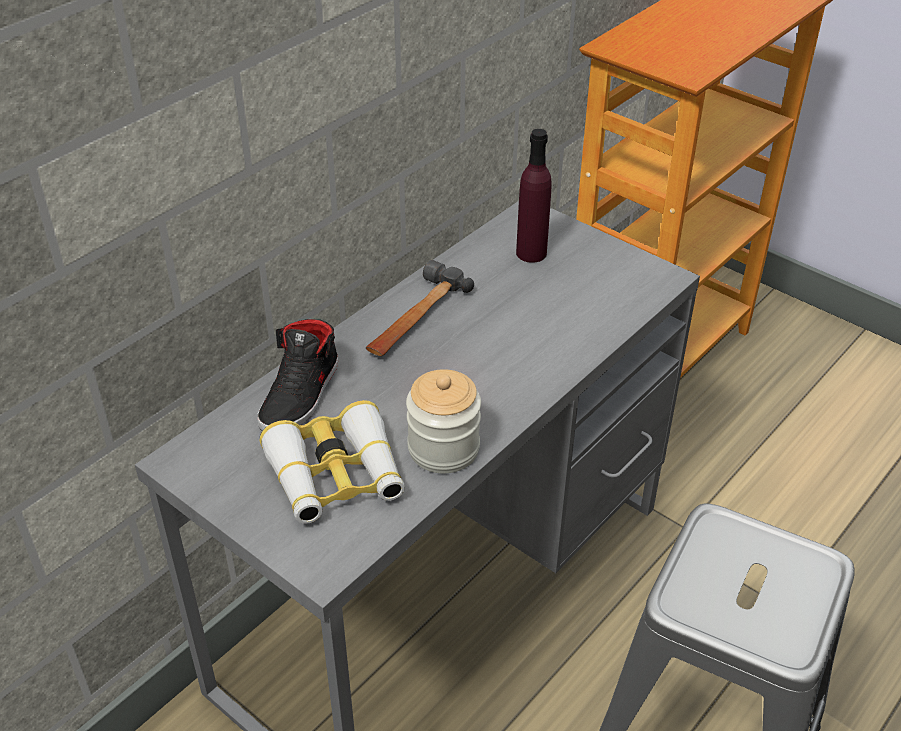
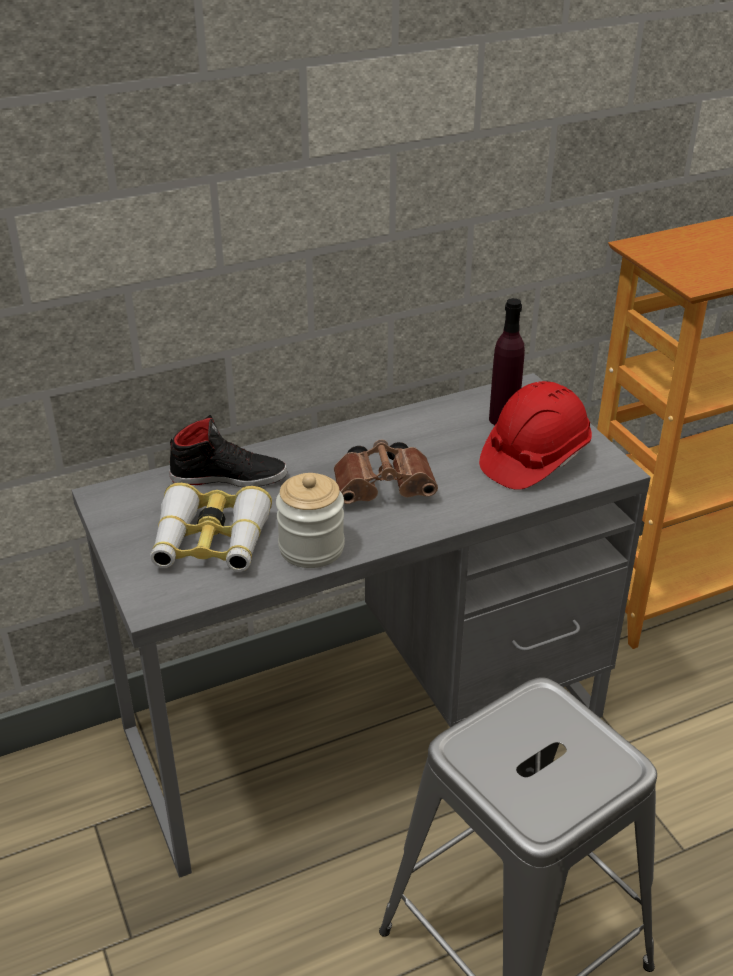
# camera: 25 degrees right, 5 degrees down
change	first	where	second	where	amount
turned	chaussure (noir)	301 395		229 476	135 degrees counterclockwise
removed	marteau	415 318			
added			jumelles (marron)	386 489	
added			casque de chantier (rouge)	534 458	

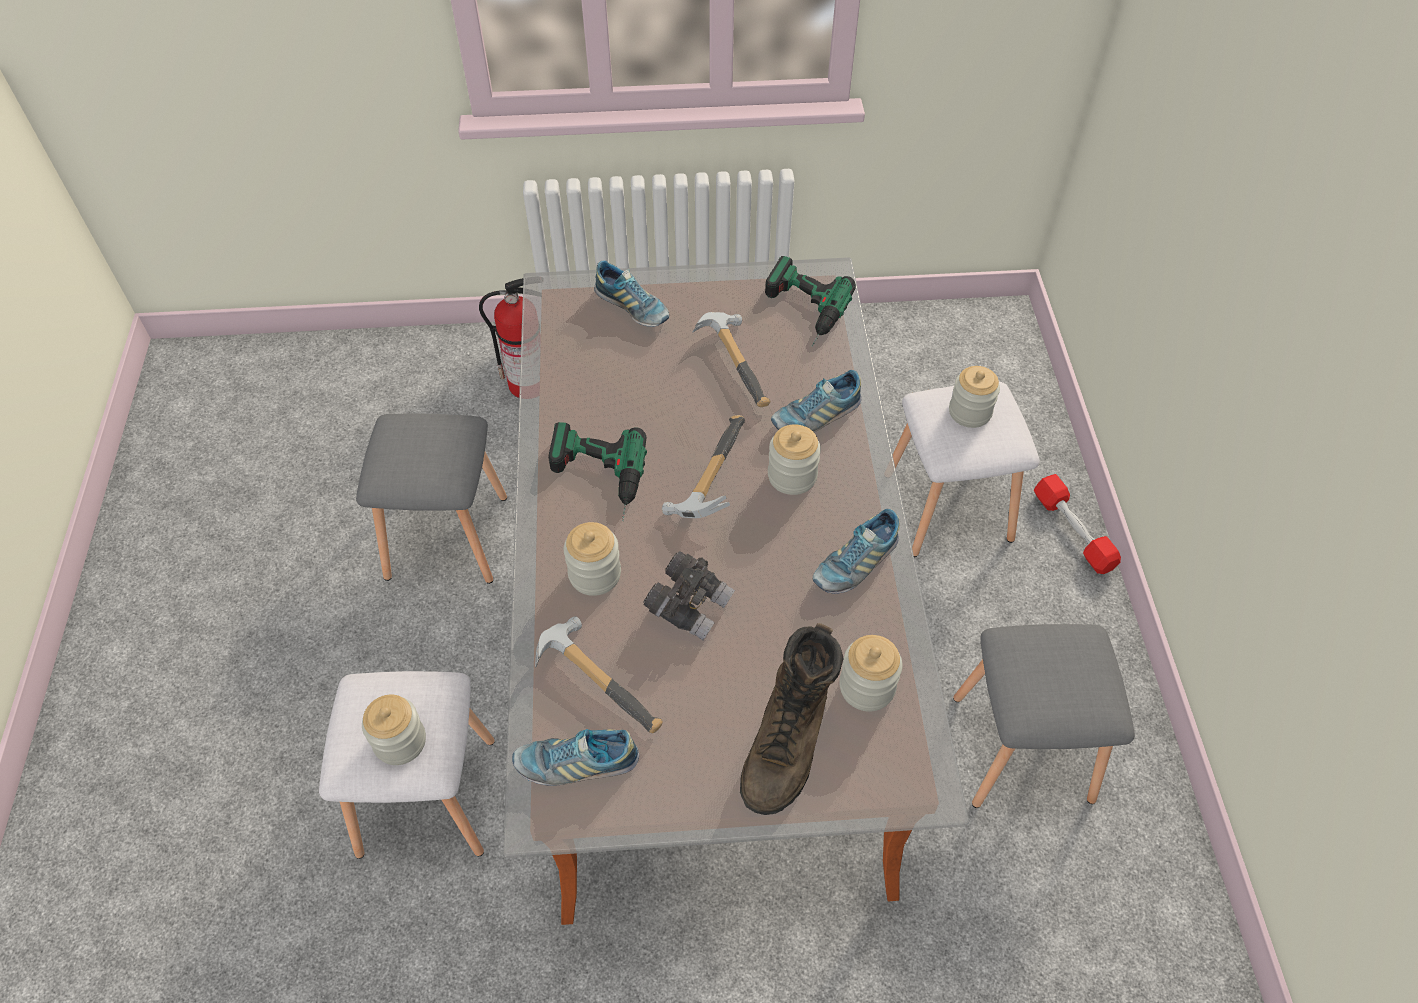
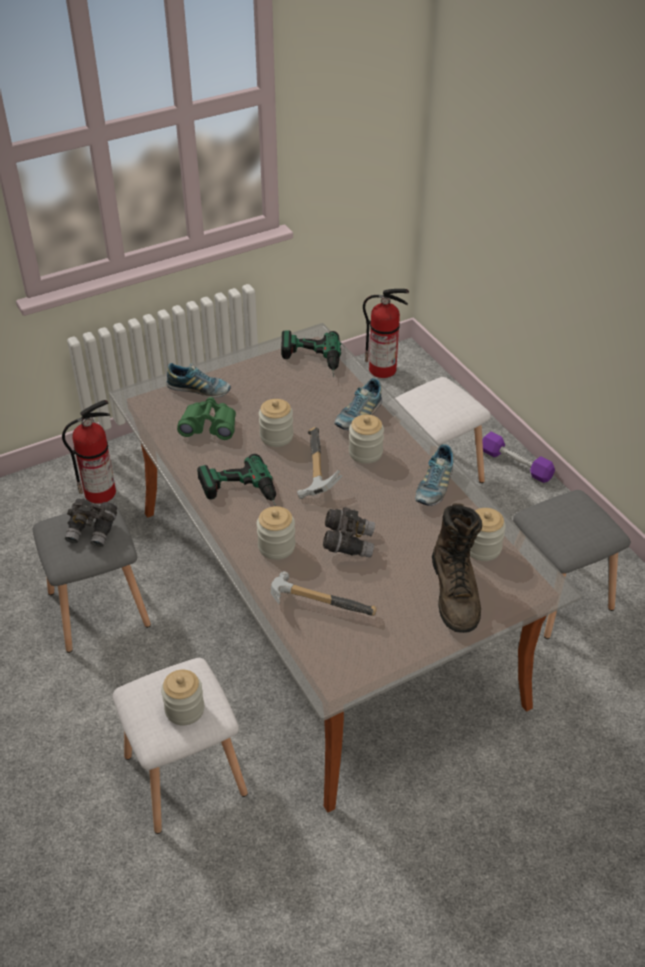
# camera: 25 degrees left, 10 degrees down
change	first	where	second	where	amount
removed	chaussure	577 763			
removed	marteau	739 362			
moved	bocal	970 412		276 436	
recoloured	haltère (rouge)	1072 531	haltère (violet)	516 464	
added			jumelles (gris)	93 531	
added			jumelles (vert)	209 426	
added			extincteur	383 369	

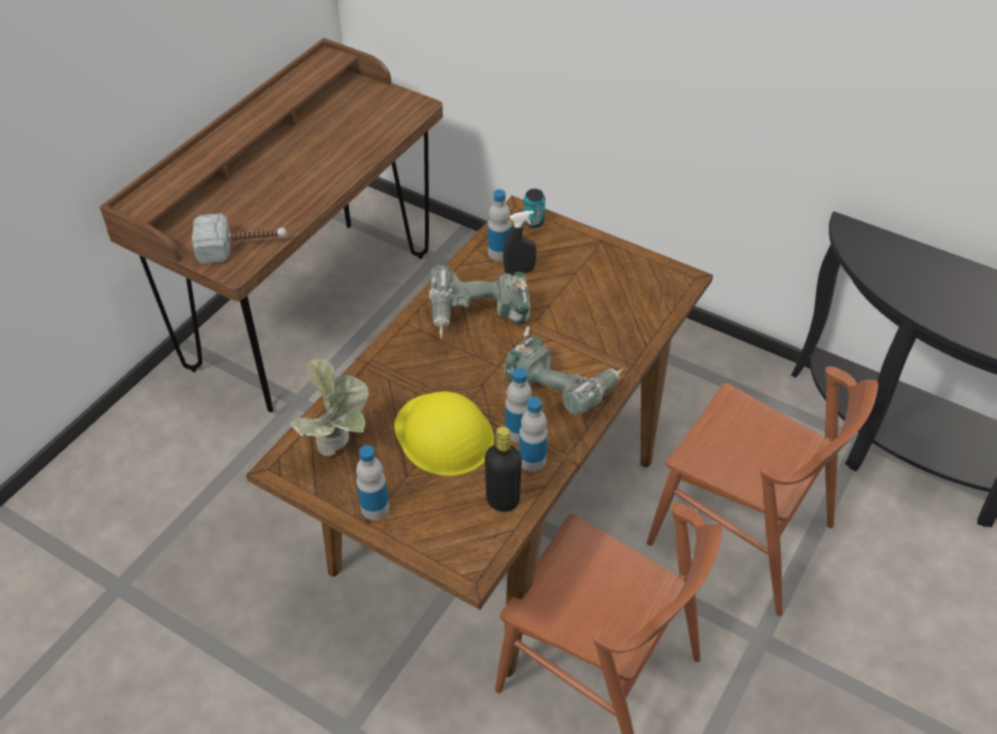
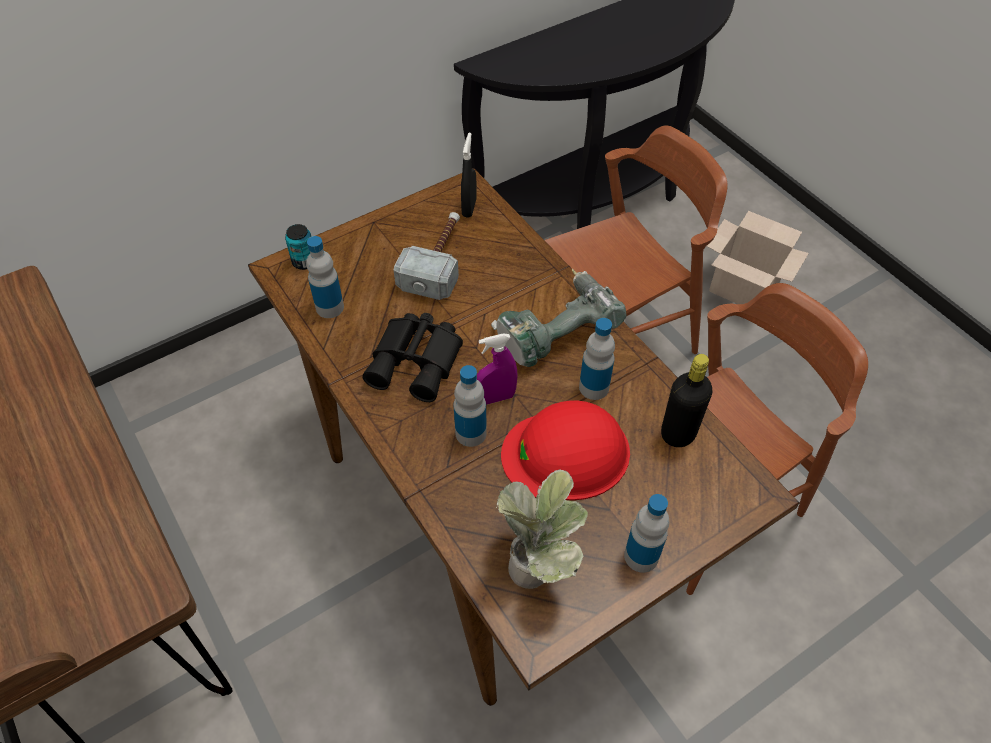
# camera: 65 degrees left, 5 degrees up
change	first	where	second	where	amount
moved	marteau	242 246		438 261	
recoloured	casque de chantier (jaune)	444 434	casque de chantier (rouge)	566 453	
replaced	perceuse	479 319	jumelles (noir)	418 361	
moved	vaporisateur (noir)	519 271		469 208	
moved	bouteille	532 460		471 433	
added			vaporisateur (violet)	495 398	
added			carton	745 288	

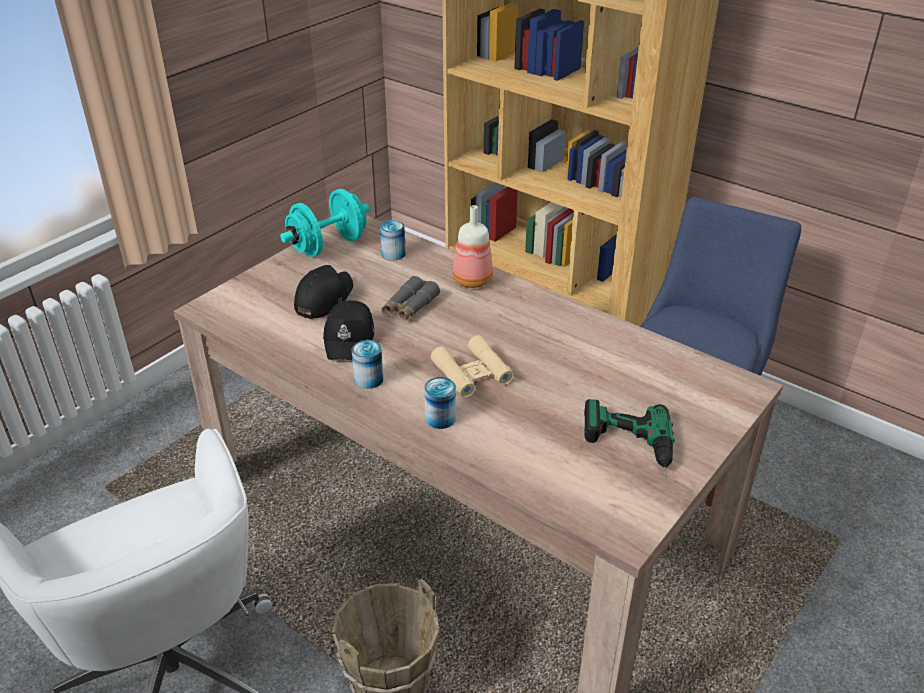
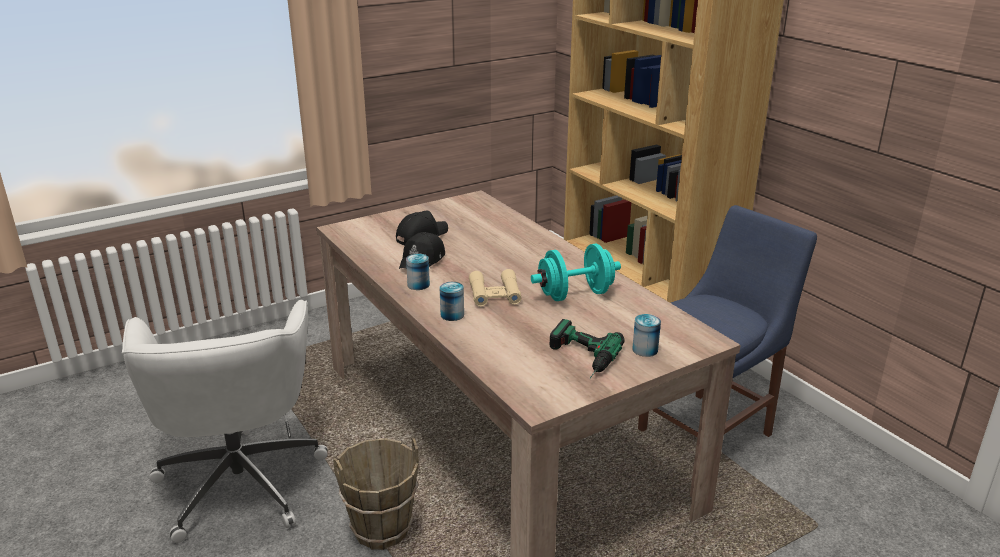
# camera: 20 degrees right, 10 degrees down
change	first	where	second	where	amount
moved	haltère (turquoise)	328 245		575 294	
moved	boîte métallique	393 254		645 349	
removed	jumelles (gris)	410 306			
removed	bouteille	471 281			

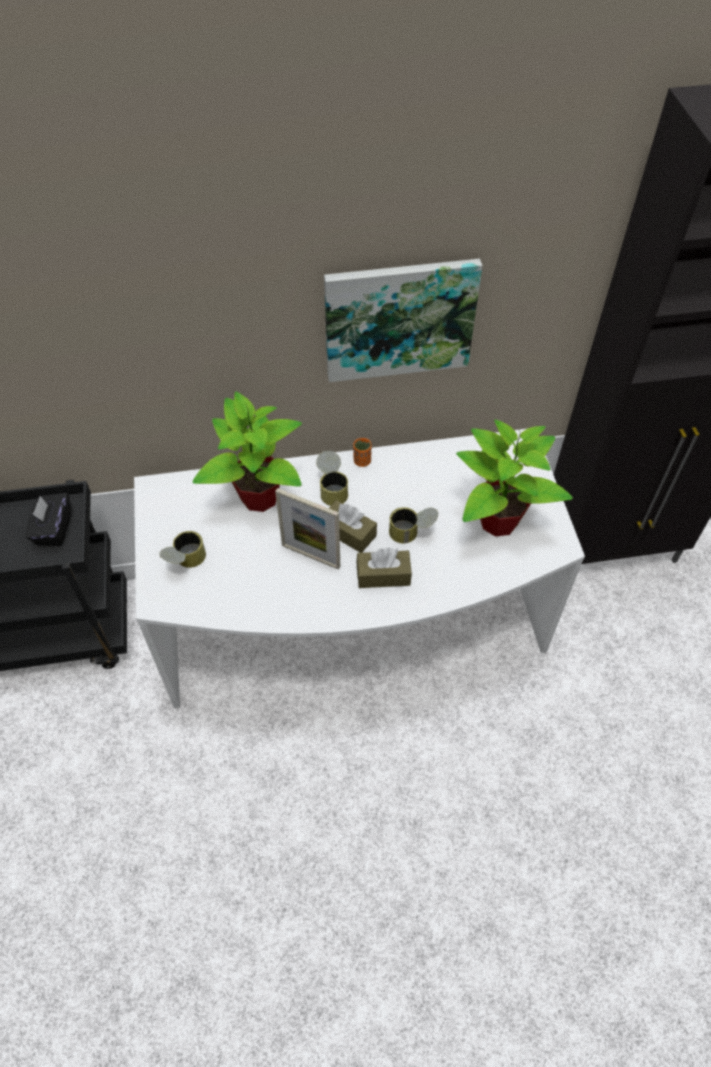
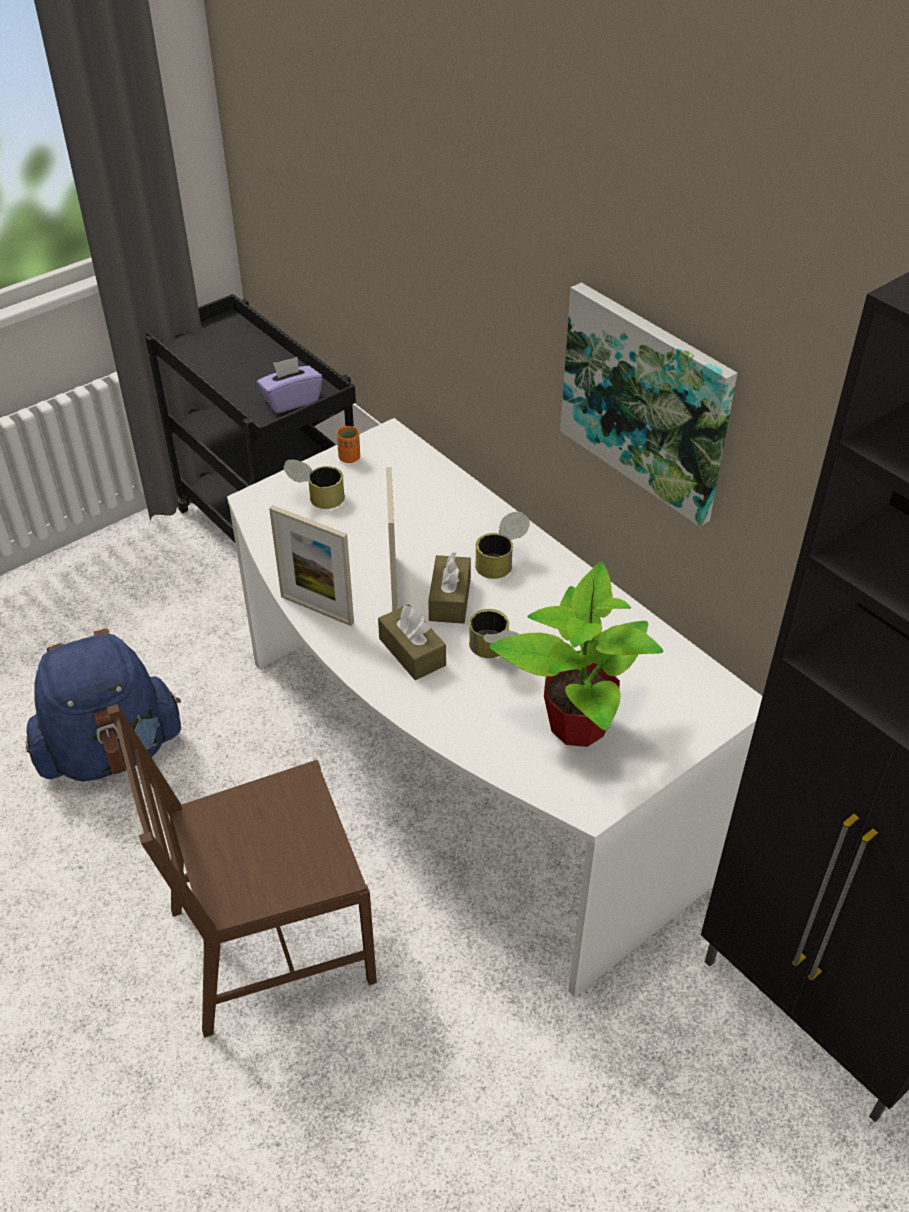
# camera: 60 degrees right, 10 degrees down
change	first	where	second	where	amount
recoloured	boîte à mouchoirs (noir)	53 529	boîte à mouchoirs (violet)	291 401	
removed	plante en pot	258 497			
moved	tasse (orange)	362 461		349 458	
added			sac à dos (bleu)	112 752	
added			chaise (marron)	269 944	
added			cadre photo	317 609	

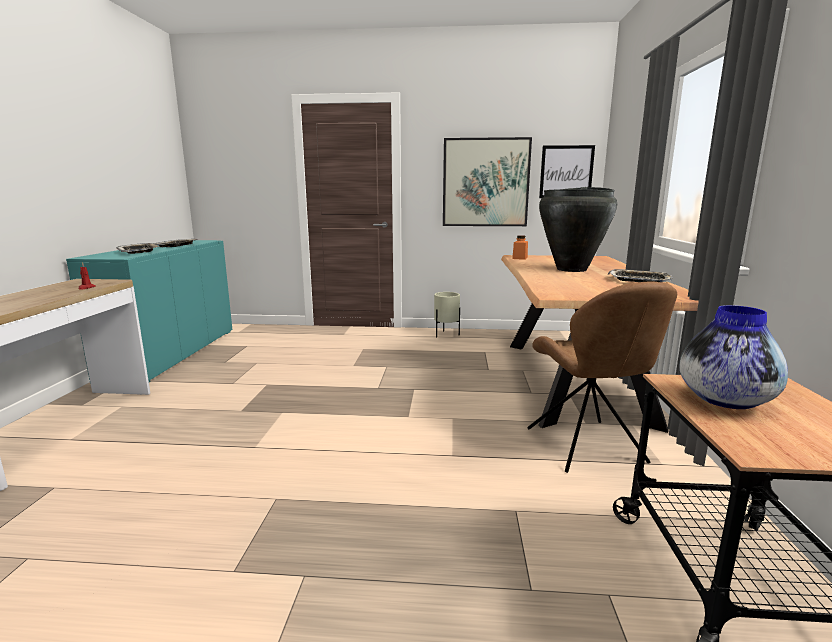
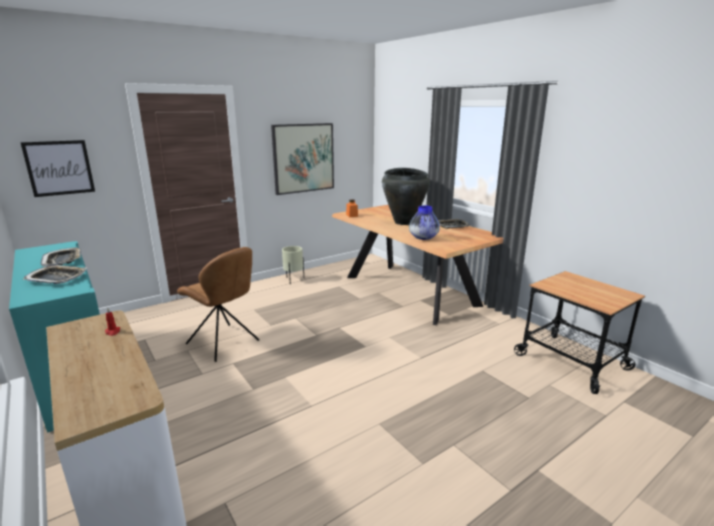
# camera: 40 degrees left, 5 degrees up
change	first	where	second	where	amount
moved	chaise (marron)	586 447		224 343	
moved	tableau	566 172		59 168	
moved	vase	725 401		423 238	

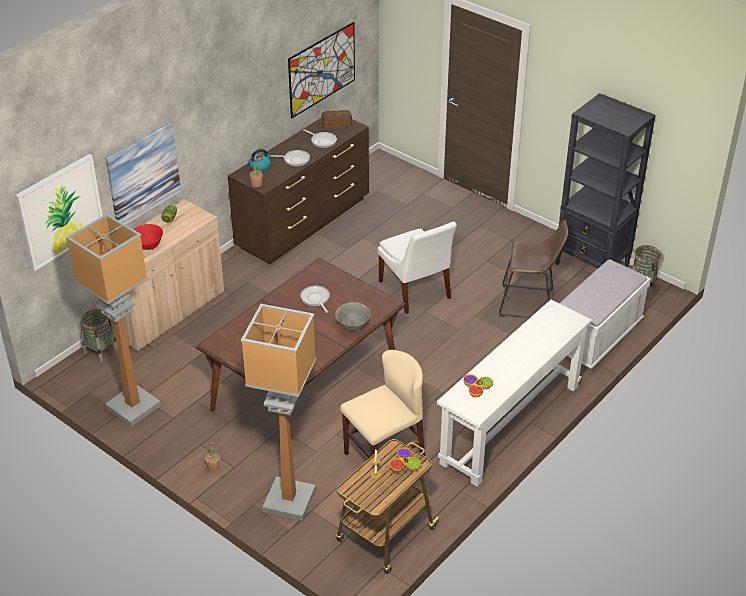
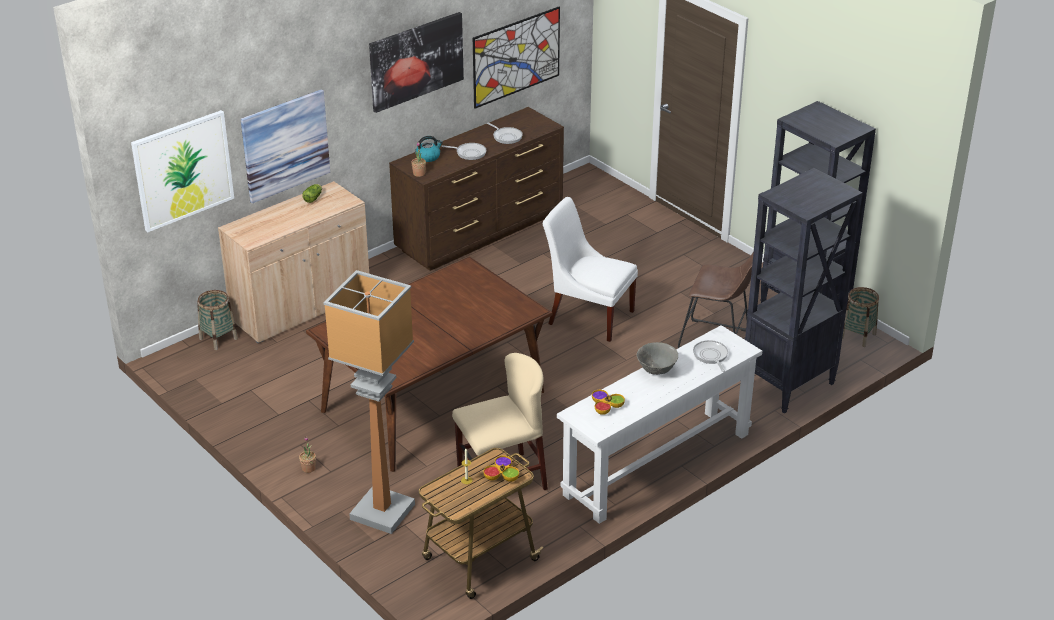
# camera: 10 degrees right, 5 degrees down
change	first	where	second	where	amount
removed	lampadaire	132 407			
removed	bol (rouge)	148 246			
moved	poêle	315 299		711 356	
removed	pain	336 123			
moved	bol (gris)	353 326		656 370	
turned	chaise (blanc)	415 292		588 315	135 degrees clockwise
replaced	banc (blanc)	597 337	bibliothèque (noir)	787 385	
added			tableau	416 61	

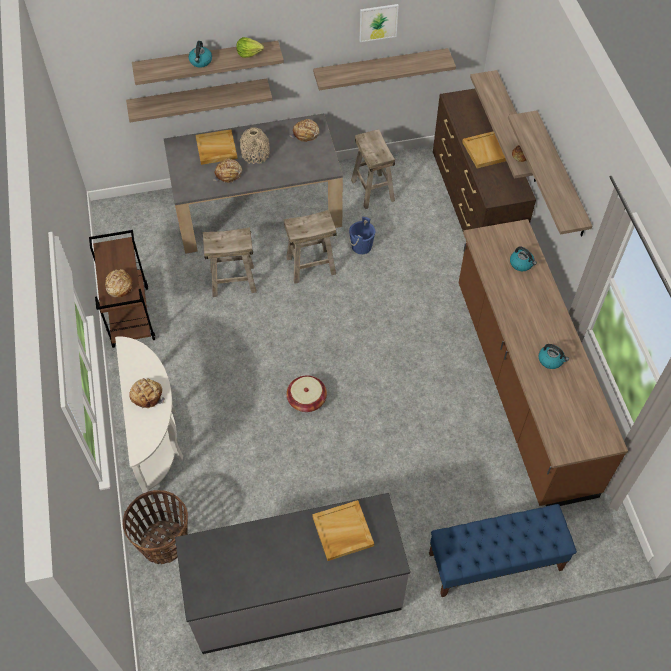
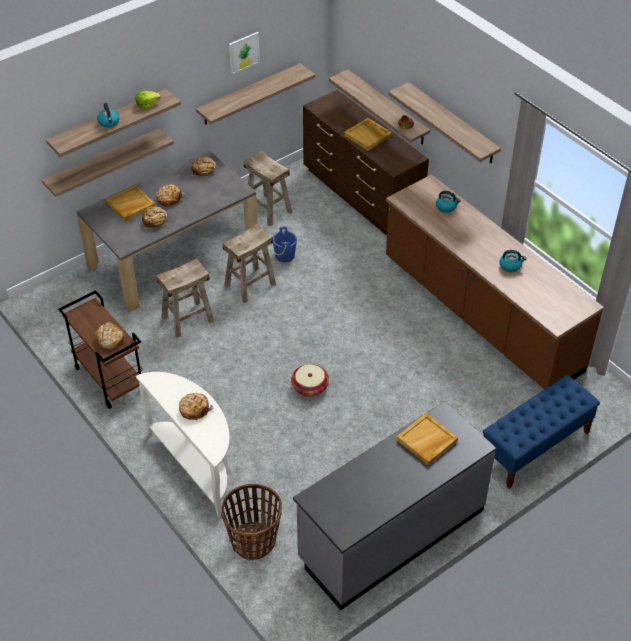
# camera: 25 degrees left, 10 degrees down
change	first	where	second	where	amount
replaced	vase (beige)	255 154	pain	169 198	

